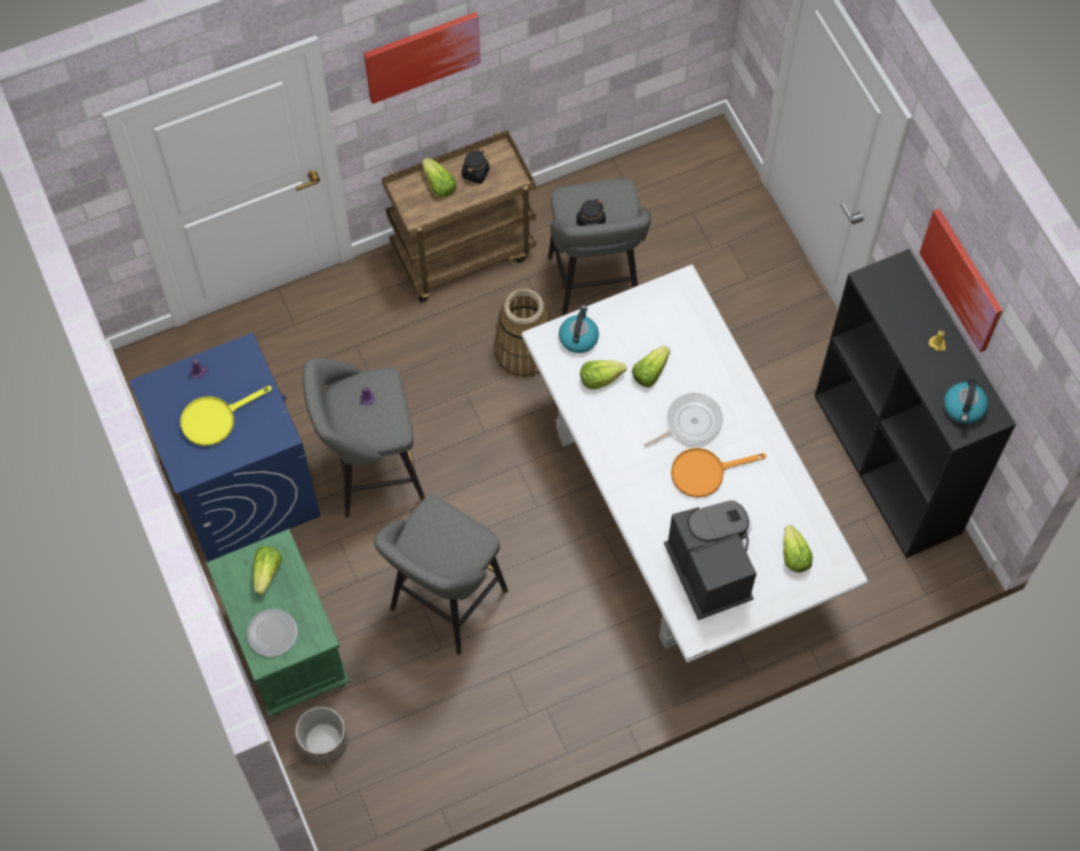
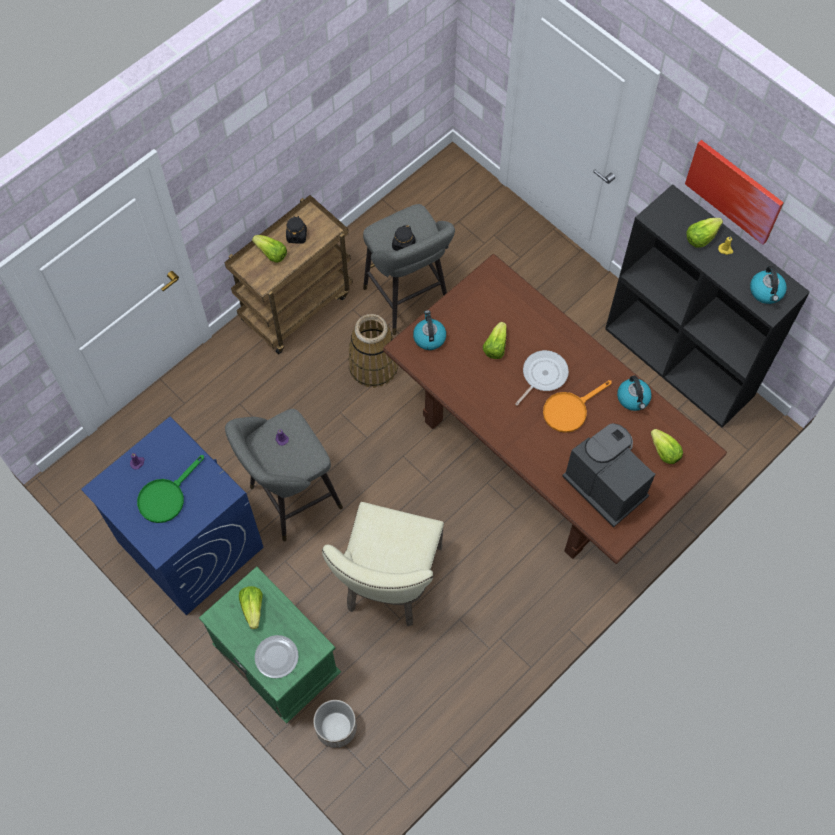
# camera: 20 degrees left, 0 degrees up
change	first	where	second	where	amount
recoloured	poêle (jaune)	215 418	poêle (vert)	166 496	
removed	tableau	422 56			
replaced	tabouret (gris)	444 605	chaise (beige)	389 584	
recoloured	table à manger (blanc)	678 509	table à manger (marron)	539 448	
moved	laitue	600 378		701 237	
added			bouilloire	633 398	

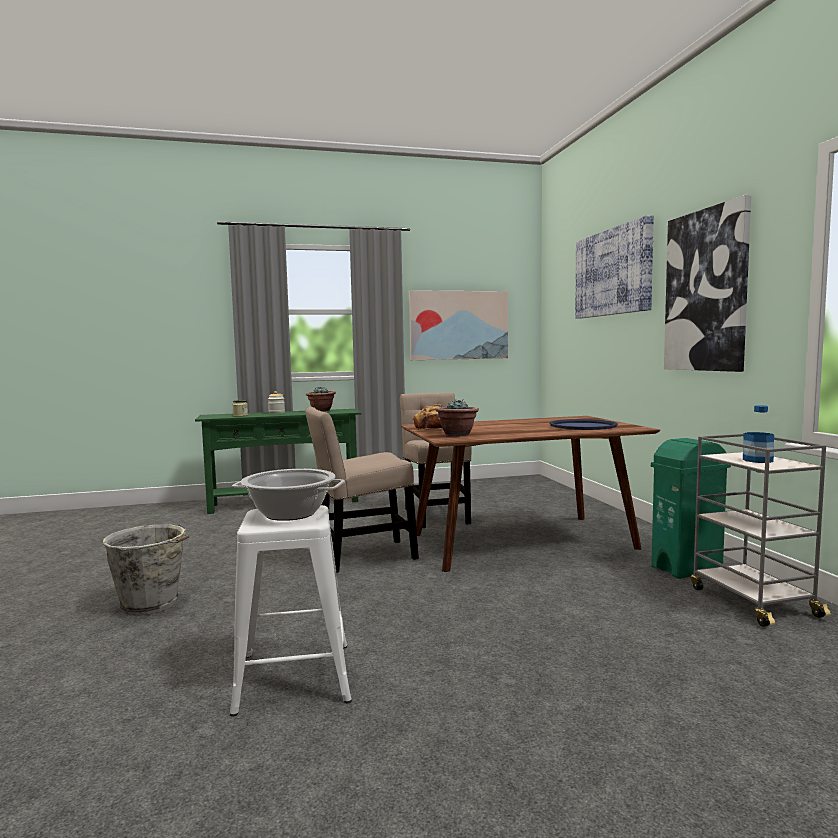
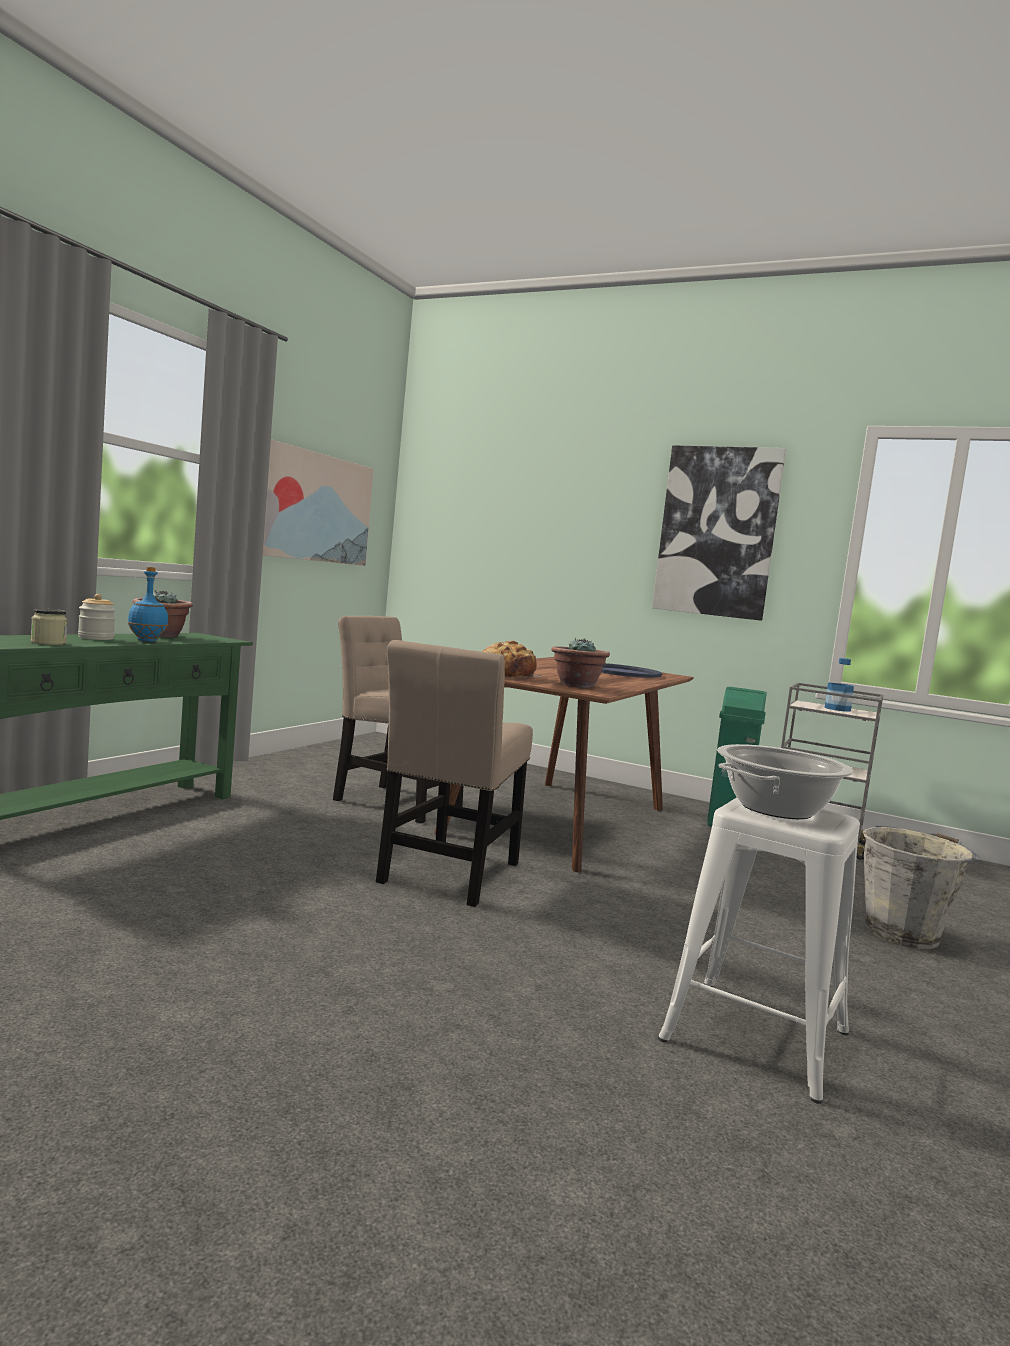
# camera: 50 degrees left, 0 degrees up
change	first	where	second	where	amount
moved	seau (gris)	152 604		903 933	
removed	tableau	613 272			
added			bouteille (bleu)	147 641	

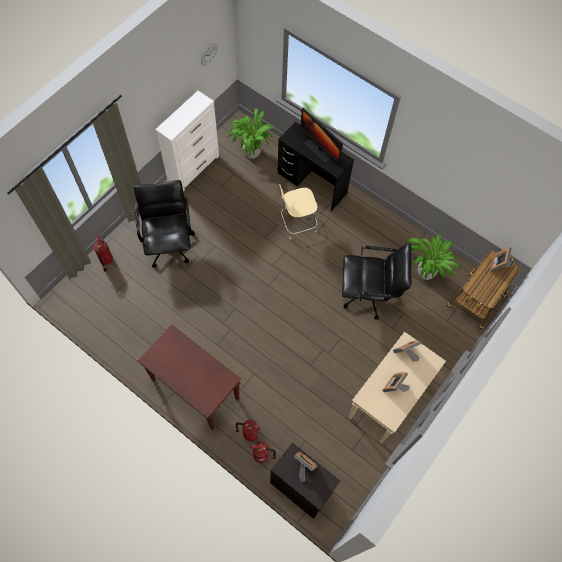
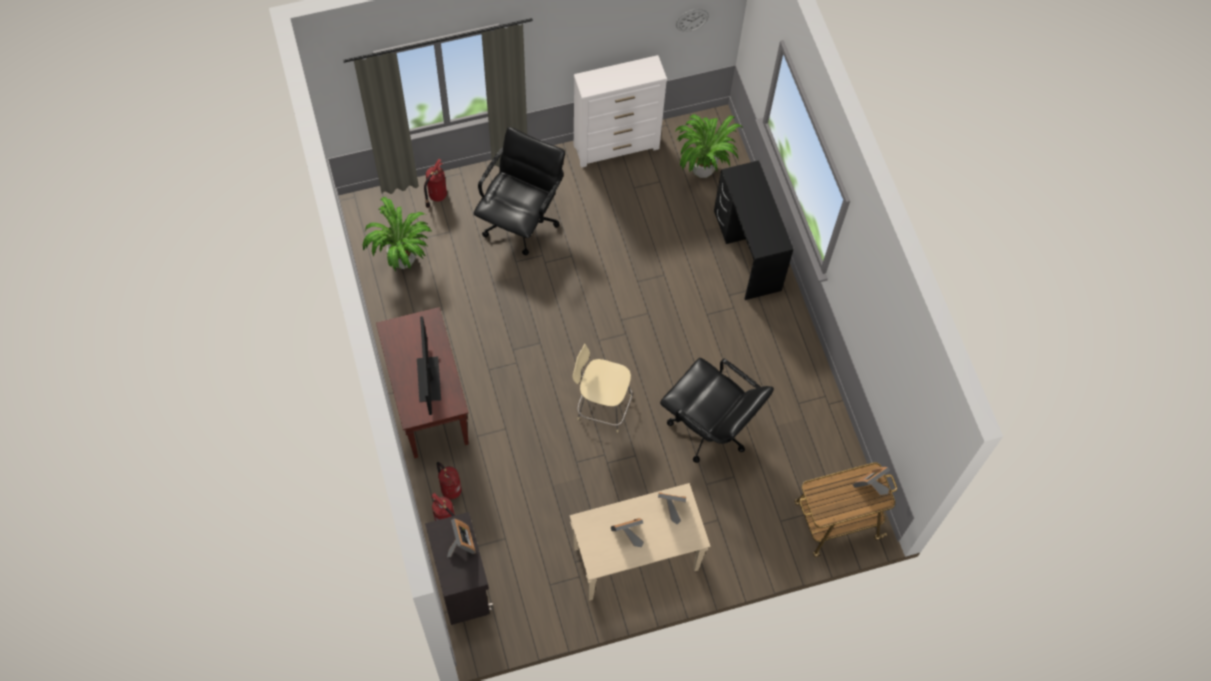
# camera: 35 degrees right, 0 degrees up
change	first	where	second	where	amount
moved	chaise (beige)	297 224		602 406	
moved	écran d'ordinateur	319 149		428 379	
moved	plante en pot	426 272		403 259	

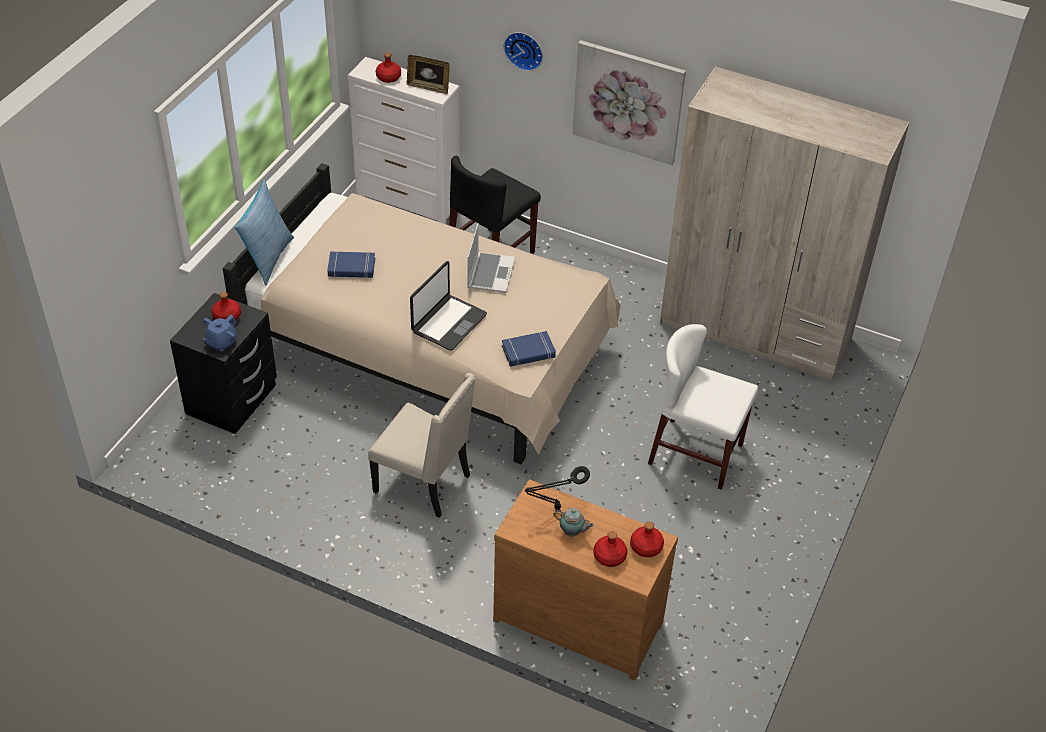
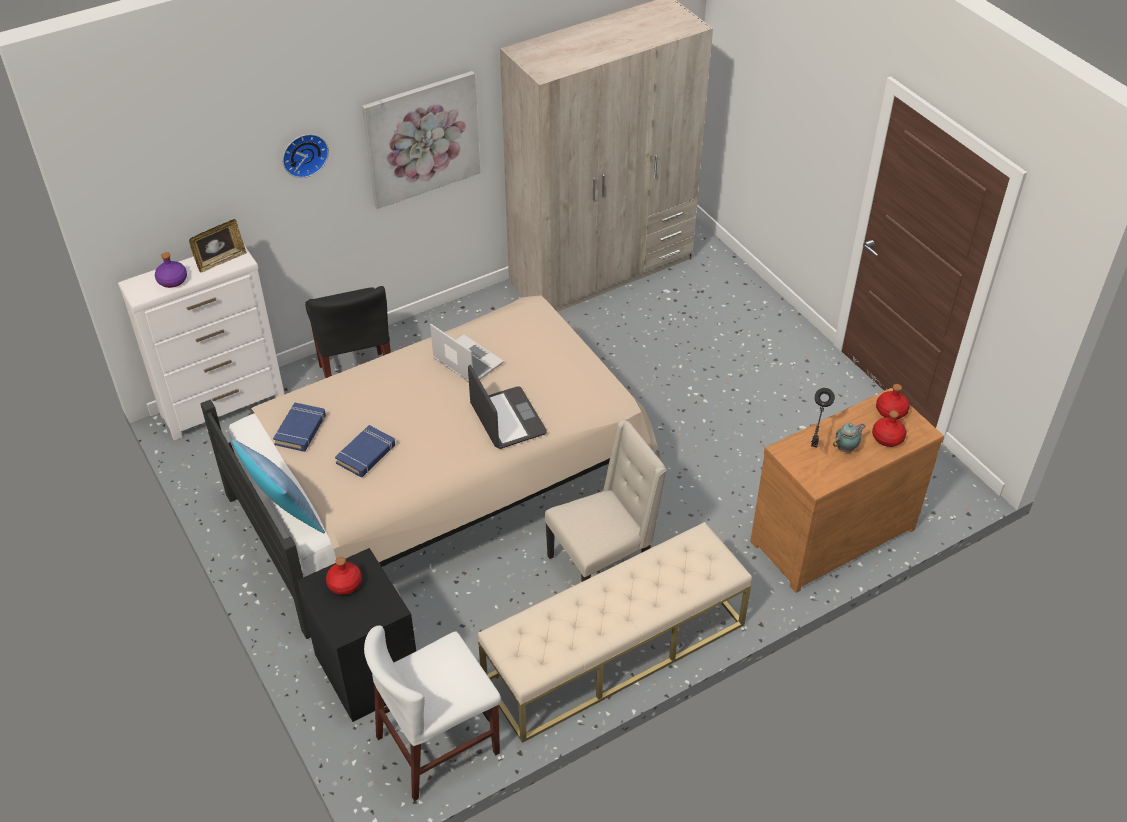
# camera: 55 degrees left, 0 degrees up
change	first	where	second	where	amount
removed	théière (bleu)	221 342			
recoloured	bouteille (rouge)	388 78	bouteille (violet)	173 280	
moved	livre (bleu)	528 352		301 430	
moved	chaise (blanc)	696 454		438 745	
added			banc (beige)	614 652	

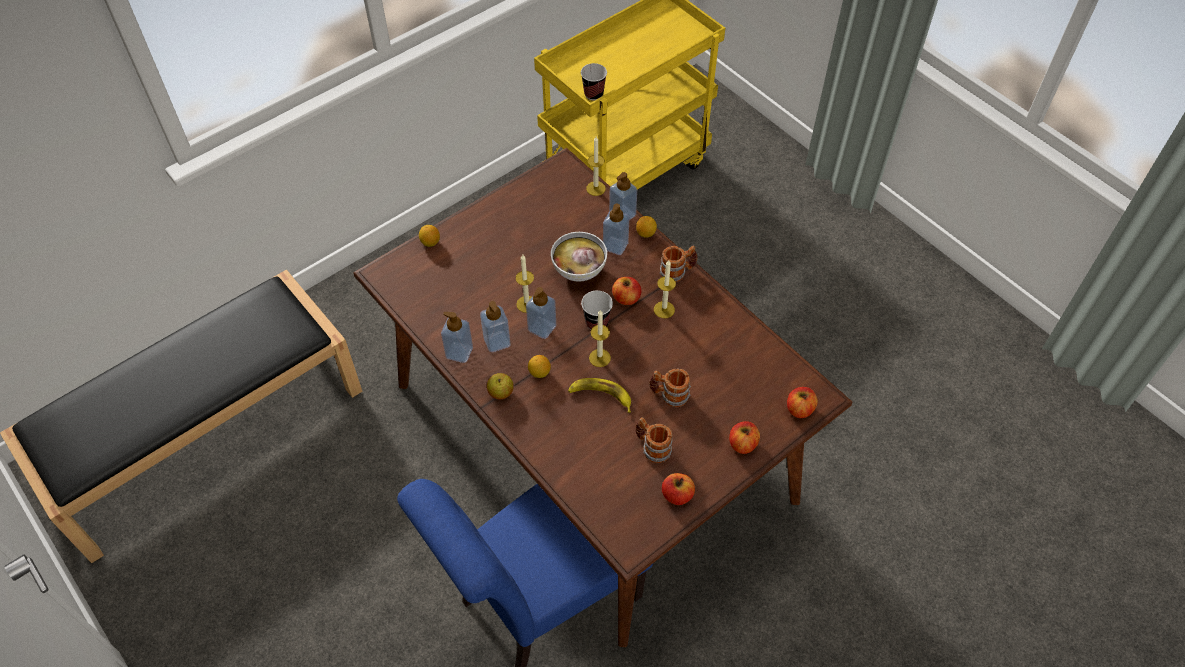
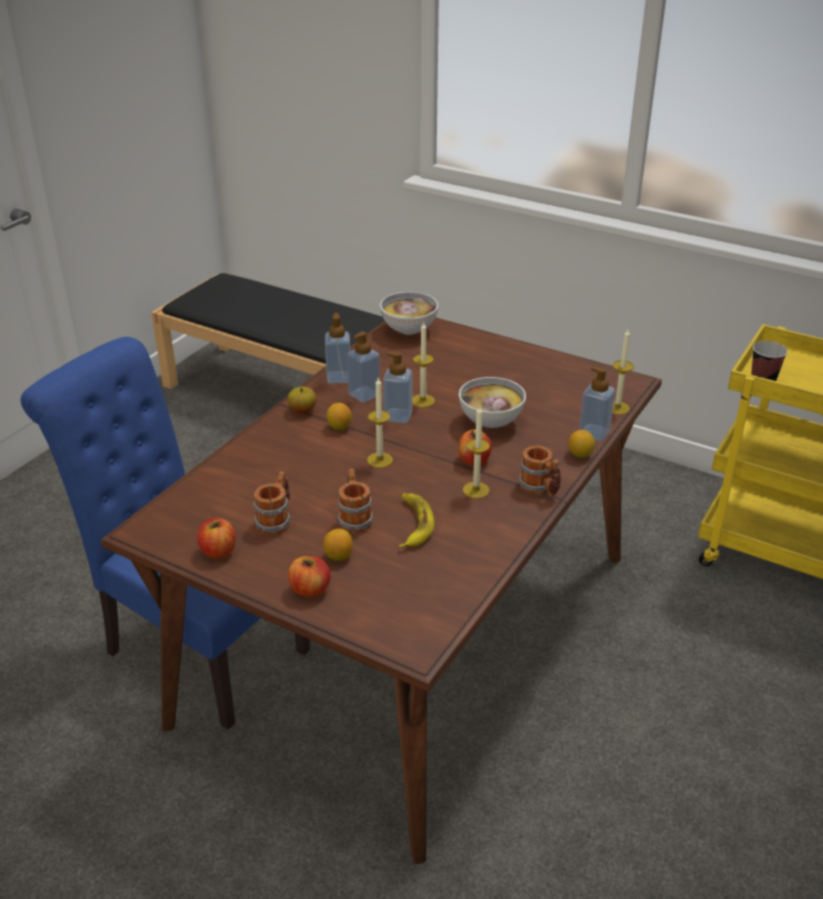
# camera: 70 degrees right, 20 degrees down
change	first	where	second	where	amount
moved	citron	430 242		338 556	
moved	banane	600 396		413 524	
removed	tasse	596 323			
removed	distributeur de savon	615 246			
removed	pomme	799 409			
added			bol	409 330	

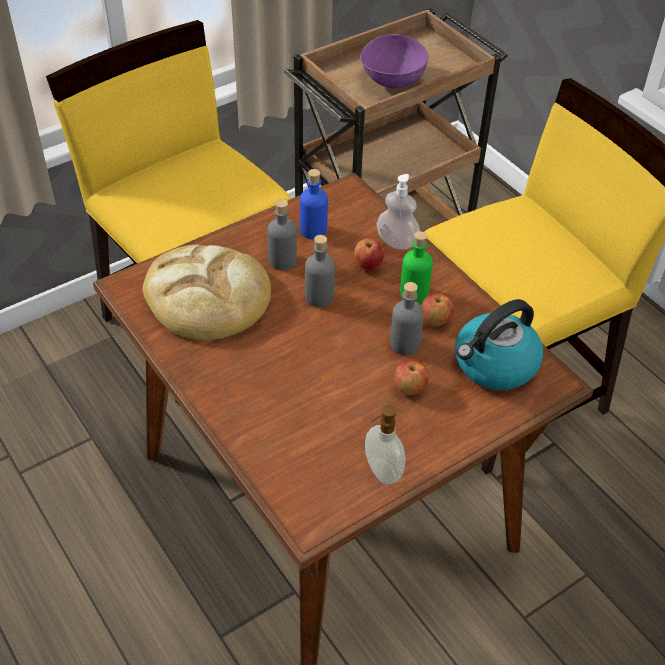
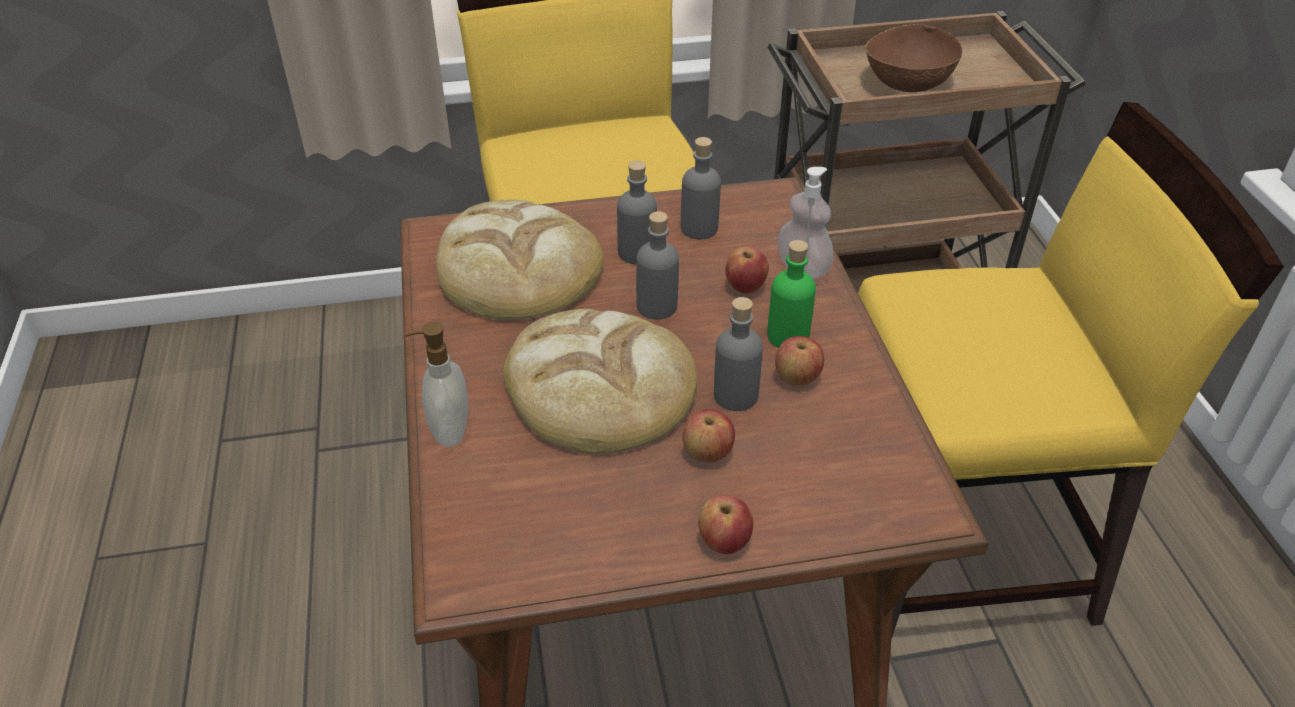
# camera: 25 degrees right, 5 degrees down
change	first	where	second	where	amount
recoloured	bouteille (bleu)	313 230	bouteille (gris)	699 228	
recoloured	bol (violet)	392 79	bol (marron)	907 83	
moved	distributeur de savon	381 472		448 430	
removed	bouilloire	494 365			
added			pain	600 388	
added			pomme	724 541	

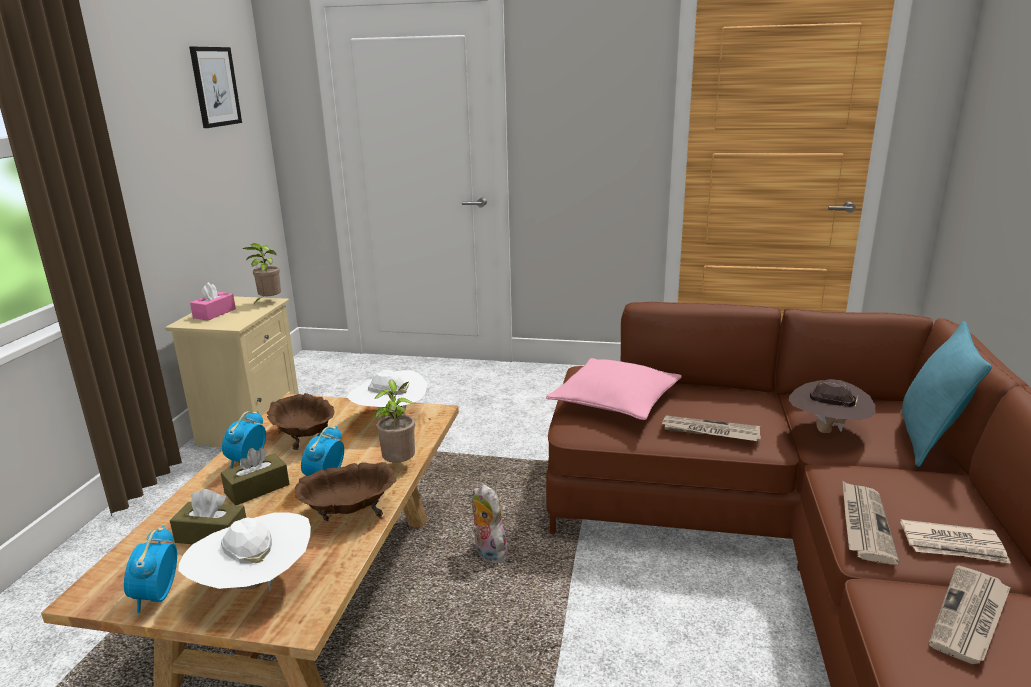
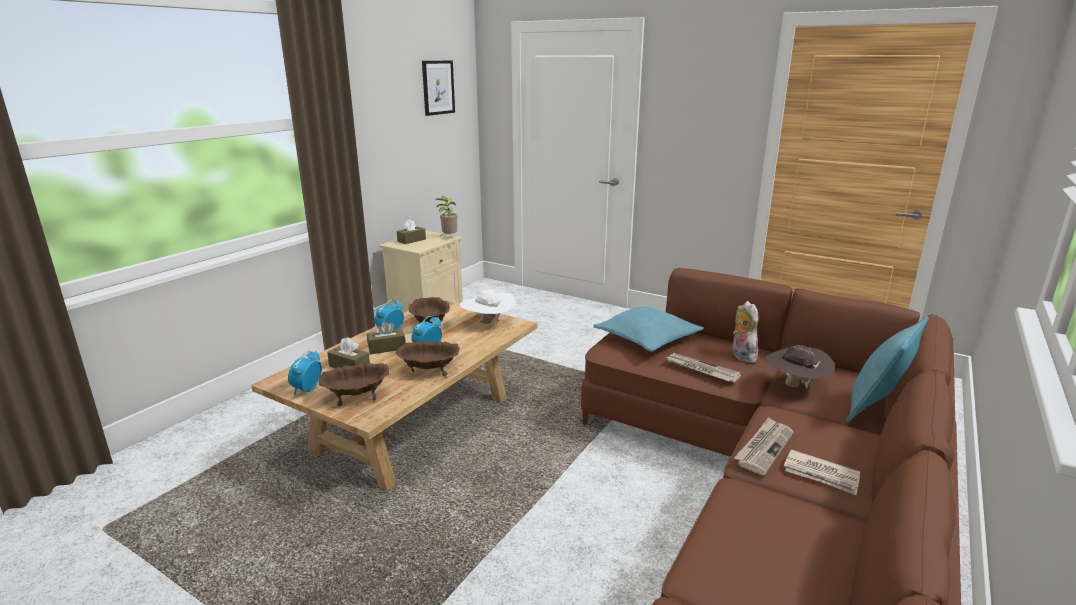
# camera: 20 degrees right, 0 degrees up
change	first	where	second	where	amount
replaced	chapeau (blanc)	255 586	bol (marron)	357 396	
recoloured	boîte à mouchoirs (rose)	214 313	boîte à mouchoirs (marron)	411 240	
removed	plante en pot	400 465			
moved	peluche	487 553		741 356	
recoloured	coussin (rose)	615 401	coussin (turquoise)	647 338	
removed	journal	970 618			

